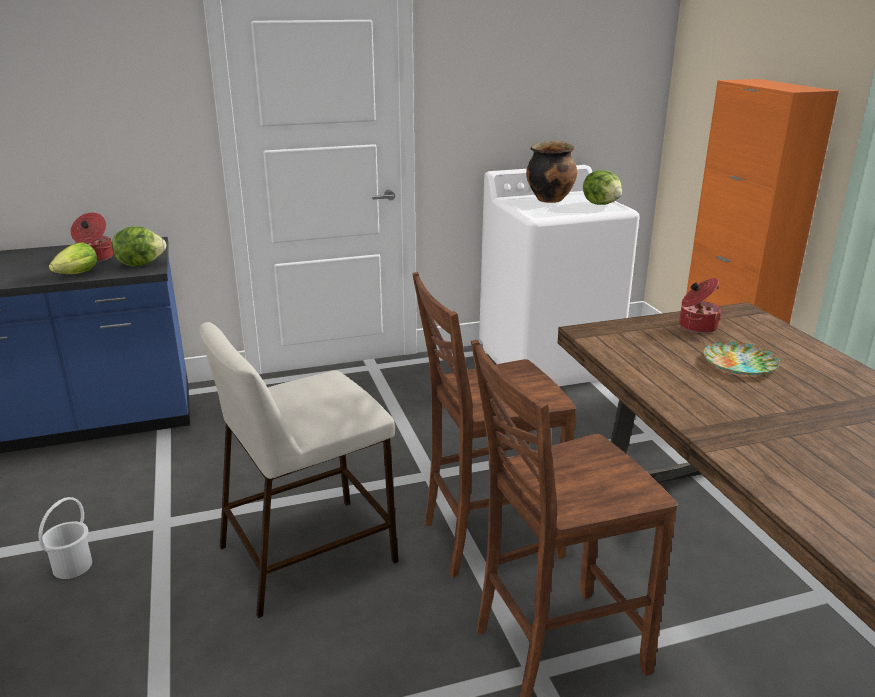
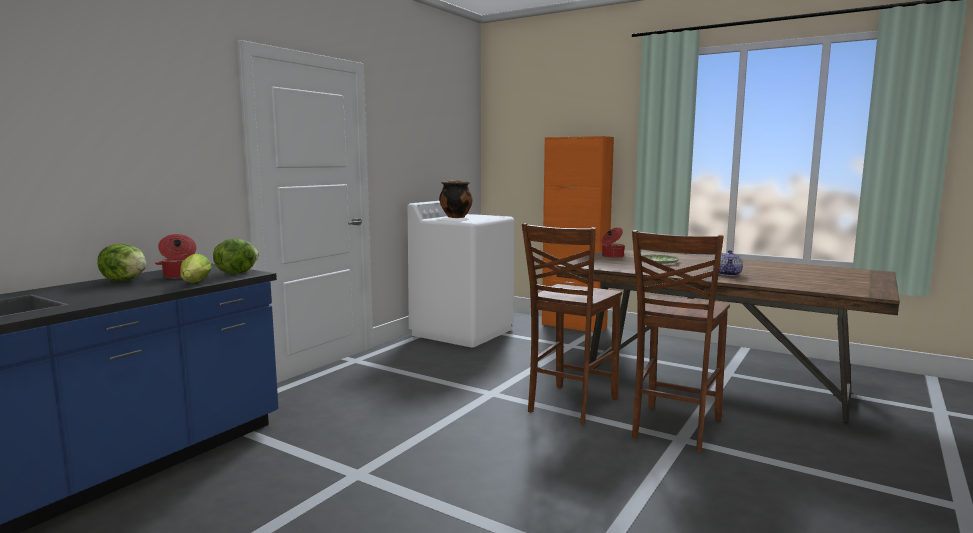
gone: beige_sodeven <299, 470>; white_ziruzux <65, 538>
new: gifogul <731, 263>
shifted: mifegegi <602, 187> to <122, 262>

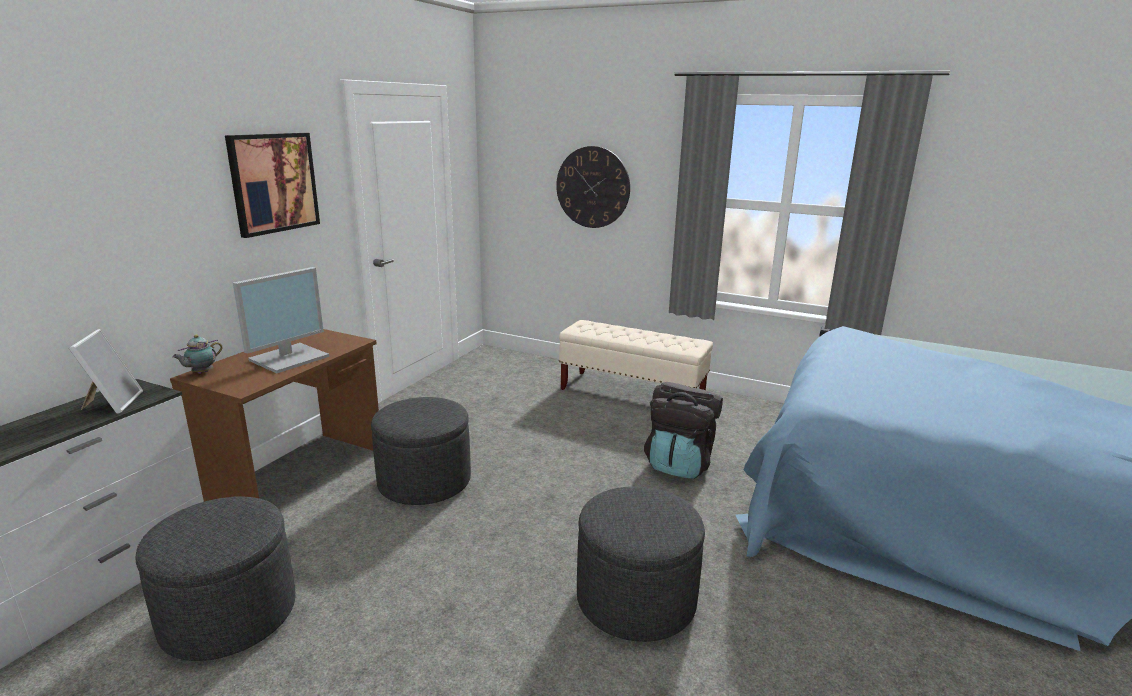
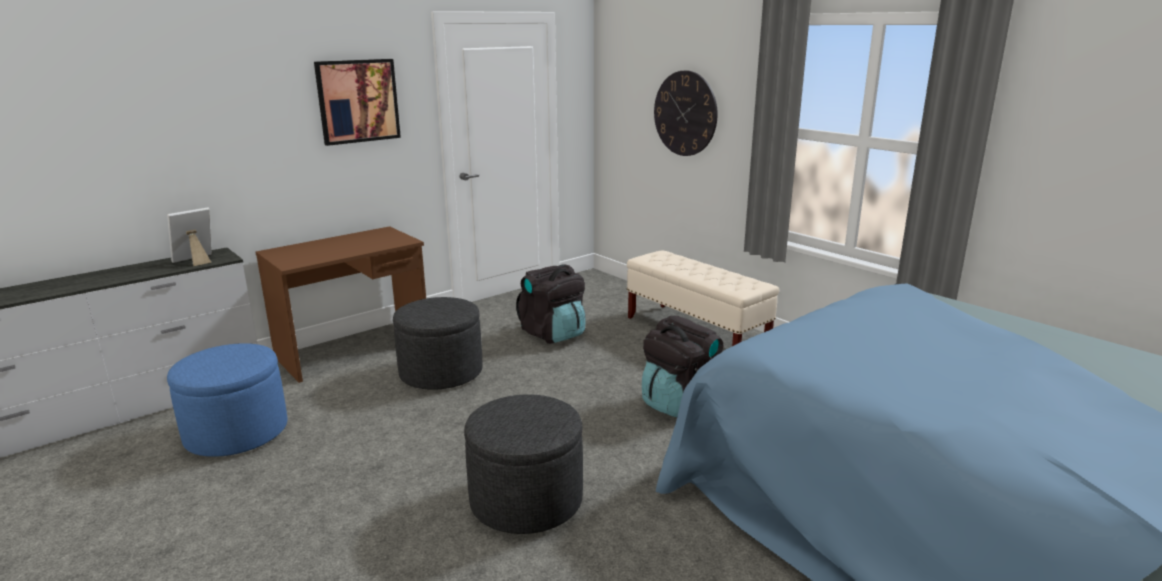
gone: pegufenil <281, 320>; gifogul <197, 354>
new: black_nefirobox <551, 304>
repainted: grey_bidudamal <215, 578> to blue_bidudamal <227, 400>
rotated: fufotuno <106, 371> = <189, 236> 150 degrees counterclockwise

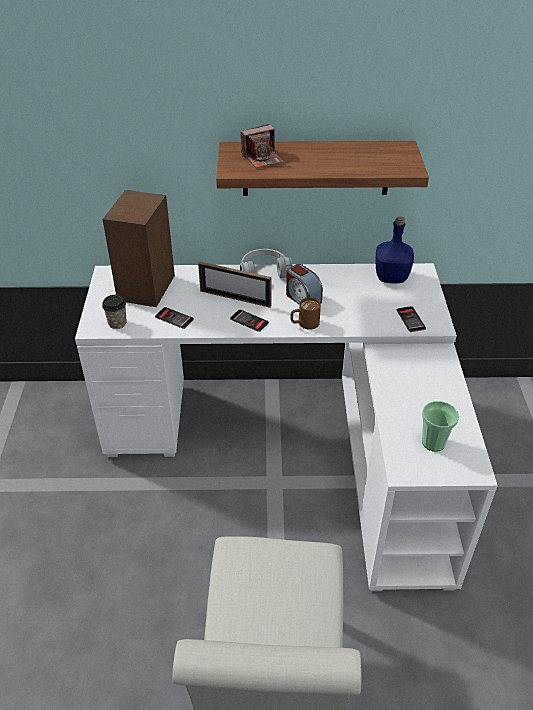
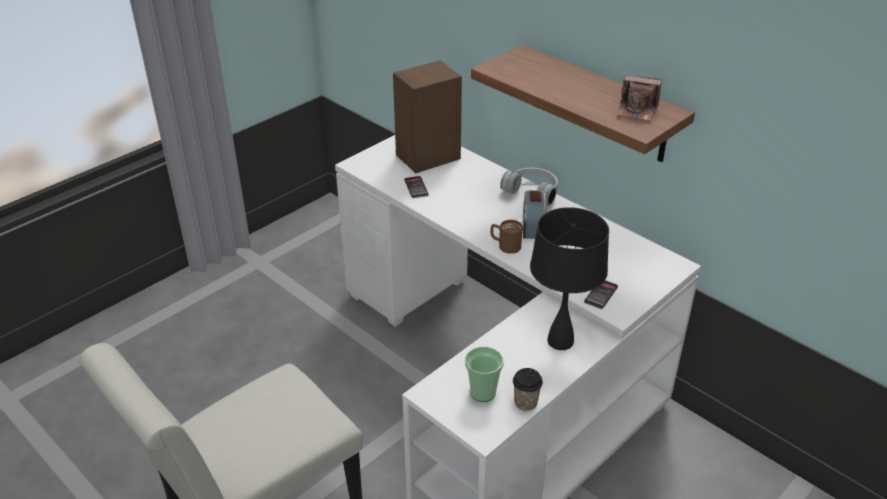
gone: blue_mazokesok <395, 250>; fufotuno <235, 284>; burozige <249, 320>
new: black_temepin <569, 278>
shifted: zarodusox <262, 146> to <639, 98>; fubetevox <114, 312> to <528, 389>

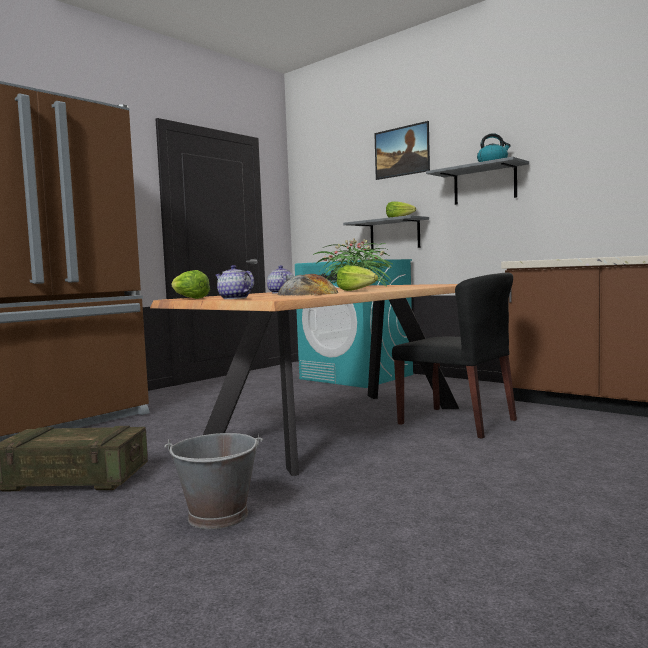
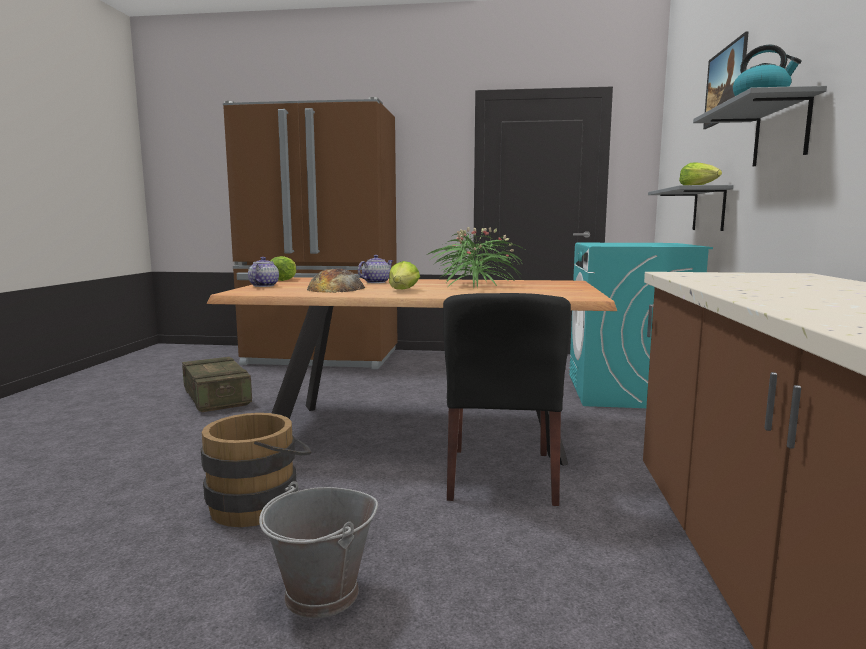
new: brown_ziruzux <256, 470>
shifted: grey_ziruzux <213, 481> to <318, 549>

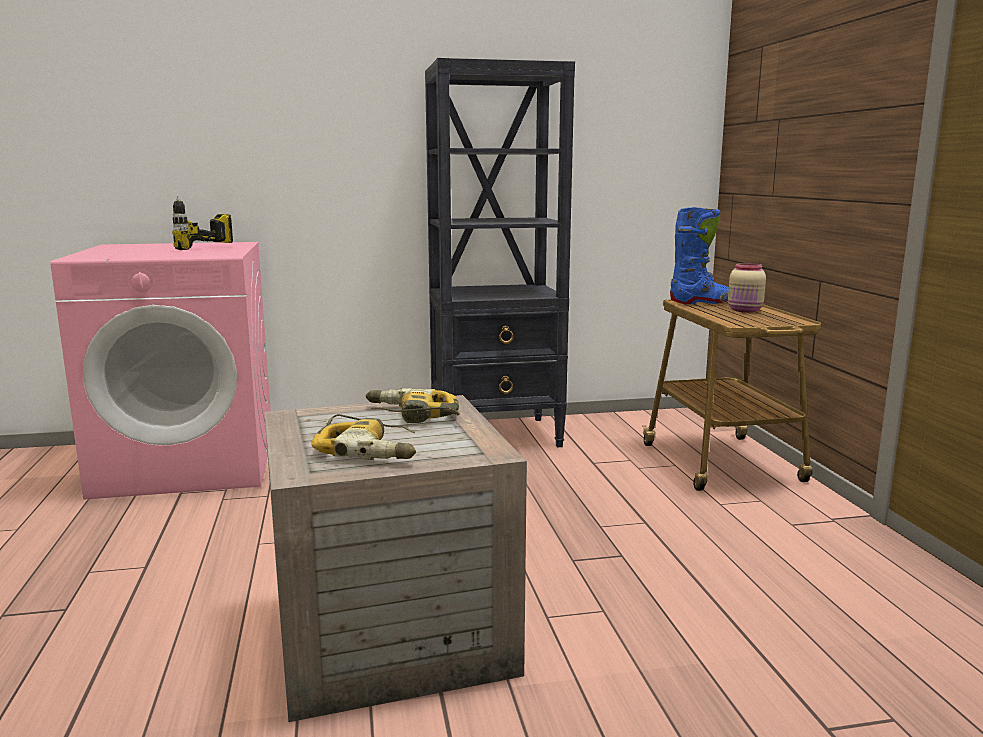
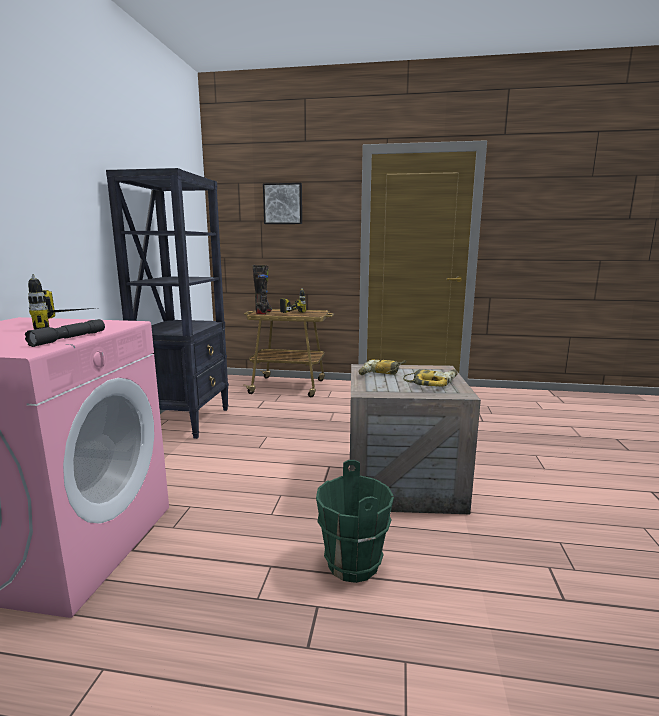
new: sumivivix <282, 203>; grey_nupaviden <65, 333>; green_ziruzux <355, 521>
swapped: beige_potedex <747, 288> to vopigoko <293, 300>
repainted: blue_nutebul <699, 255> to black_nutebul <262, 289>

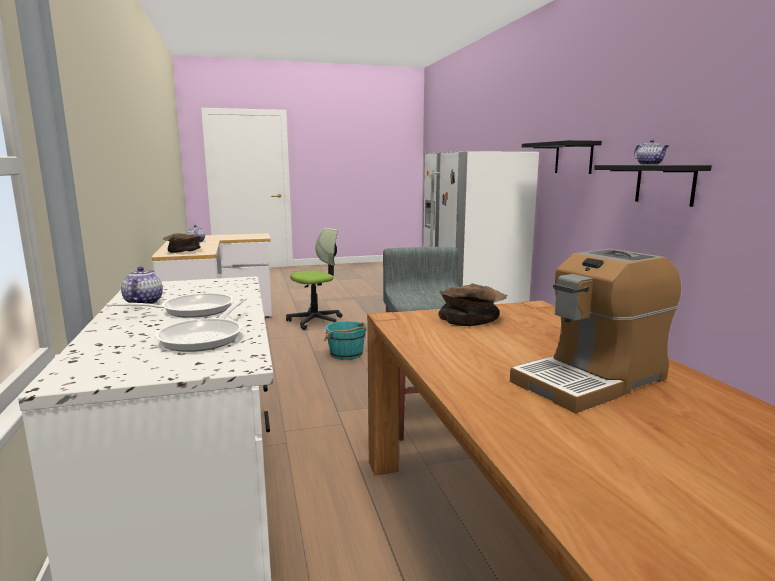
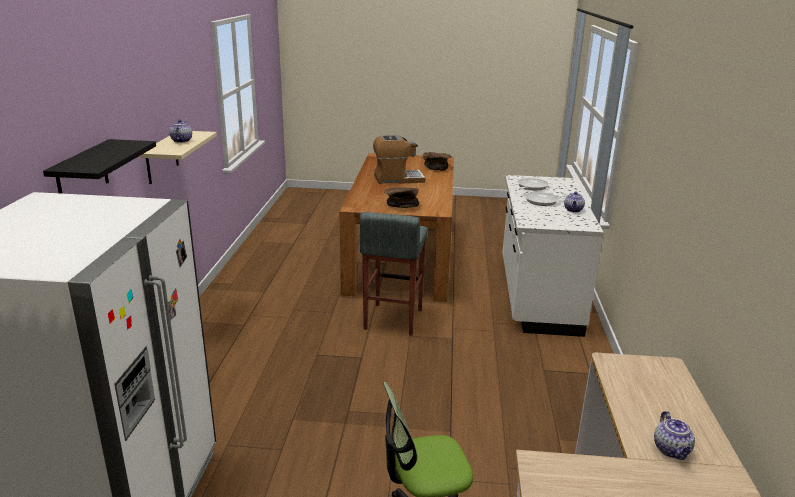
gone: turquoise_ziruzux <345, 340>
shifted: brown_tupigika <182, 243> to <436, 161>
repainted: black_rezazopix <653, 186> to beige_rezazopix <178, 157>

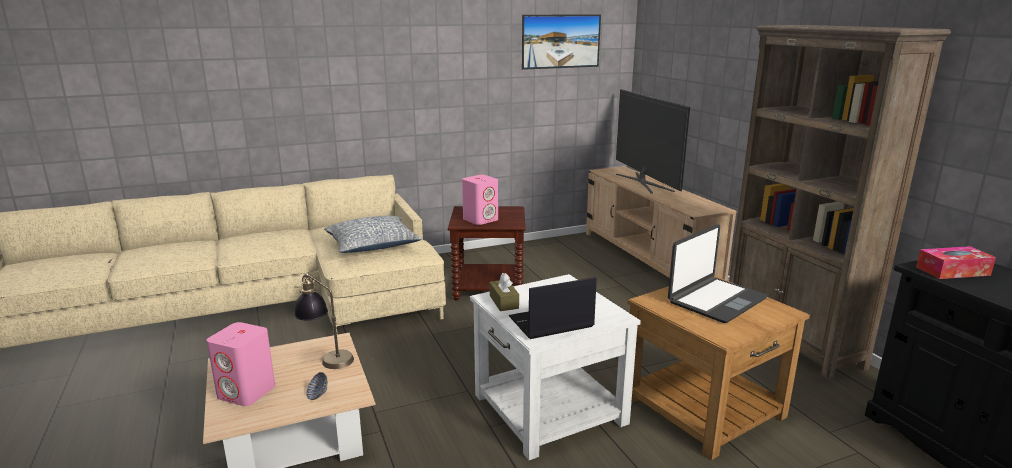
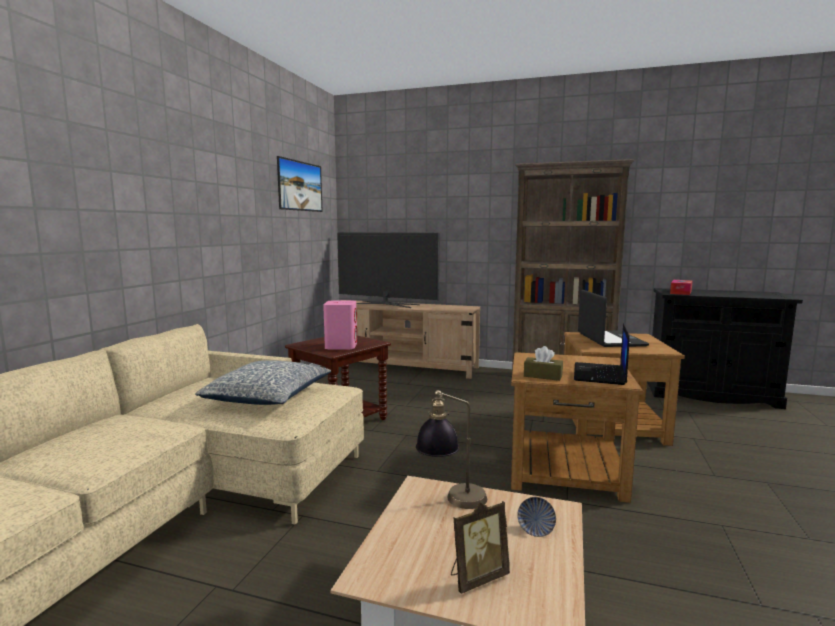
swapped: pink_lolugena <241, 364> to fufotuno <480, 547>
repainted: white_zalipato <555, 367> to brown_zalipato <577, 427>

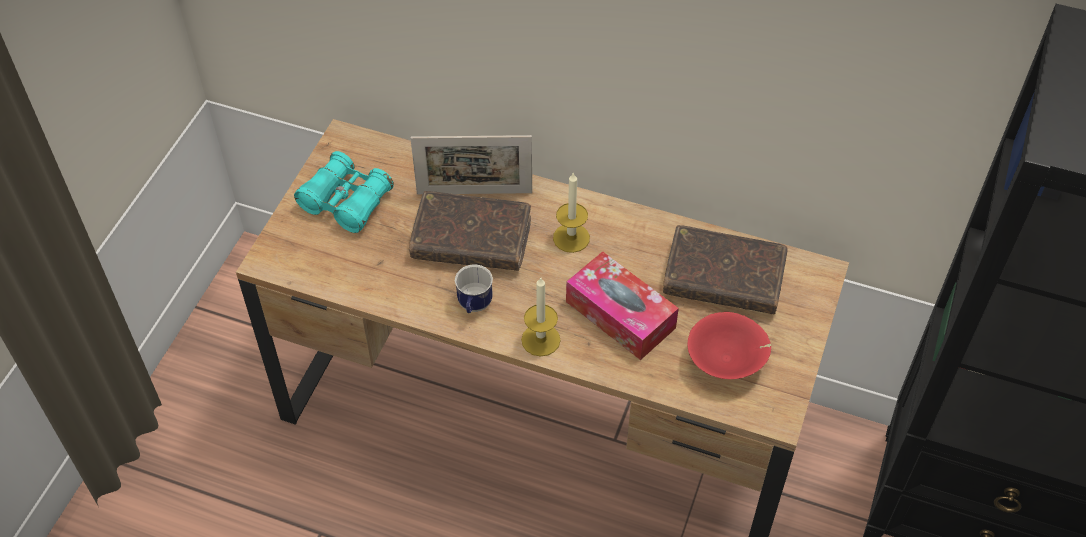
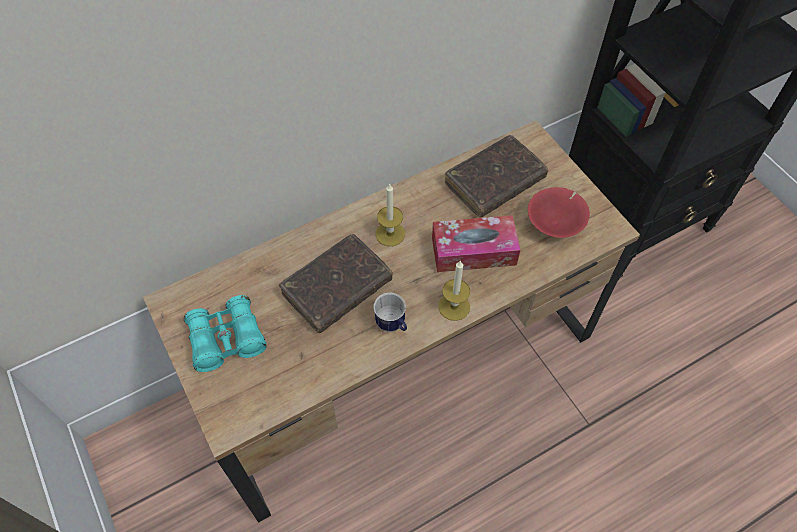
gone: fufotuno <471, 164>

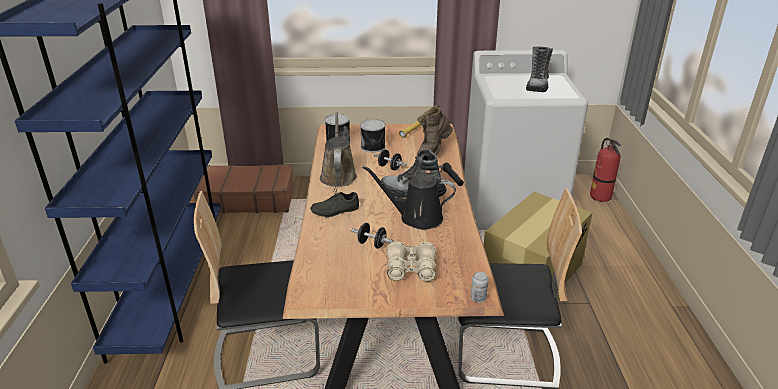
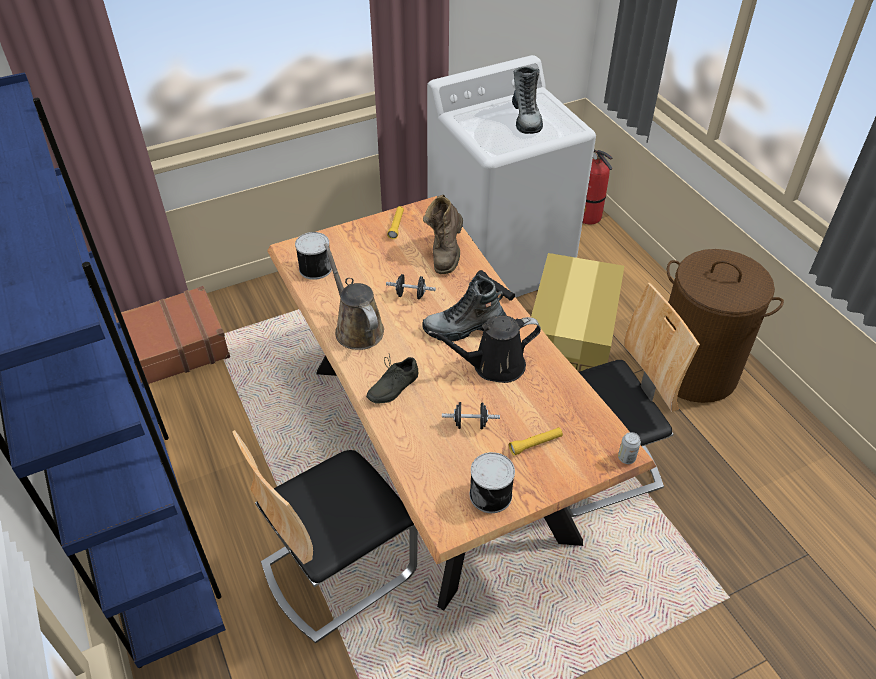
new: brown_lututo <725, 326>
shifted: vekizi <372, 136> to <492, 482>
swapped: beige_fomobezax <411, 261> to yellow_nupaviden <536, 441>

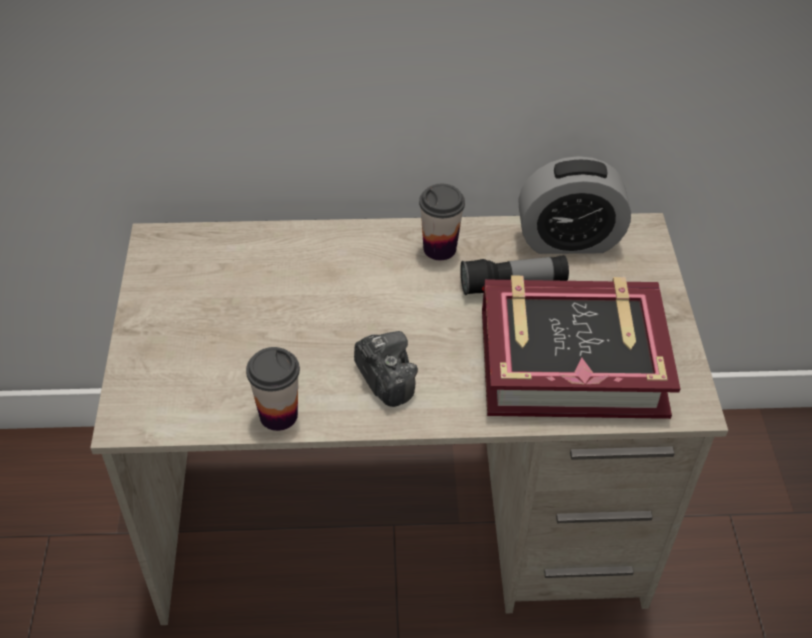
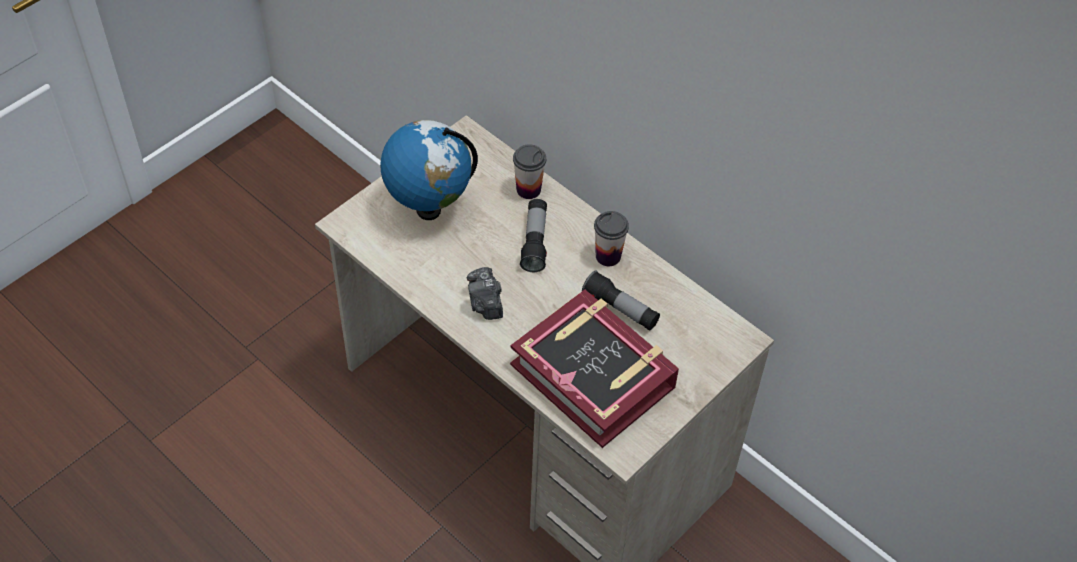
gone: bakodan <574, 205>
new: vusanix <429, 170>; nupaviden <533, 235>
shifted: fubetevox <273, 389> to <529, 171>
rotated: zarodusox <386, 369> = <485, 293> 150 degrees clockwise

